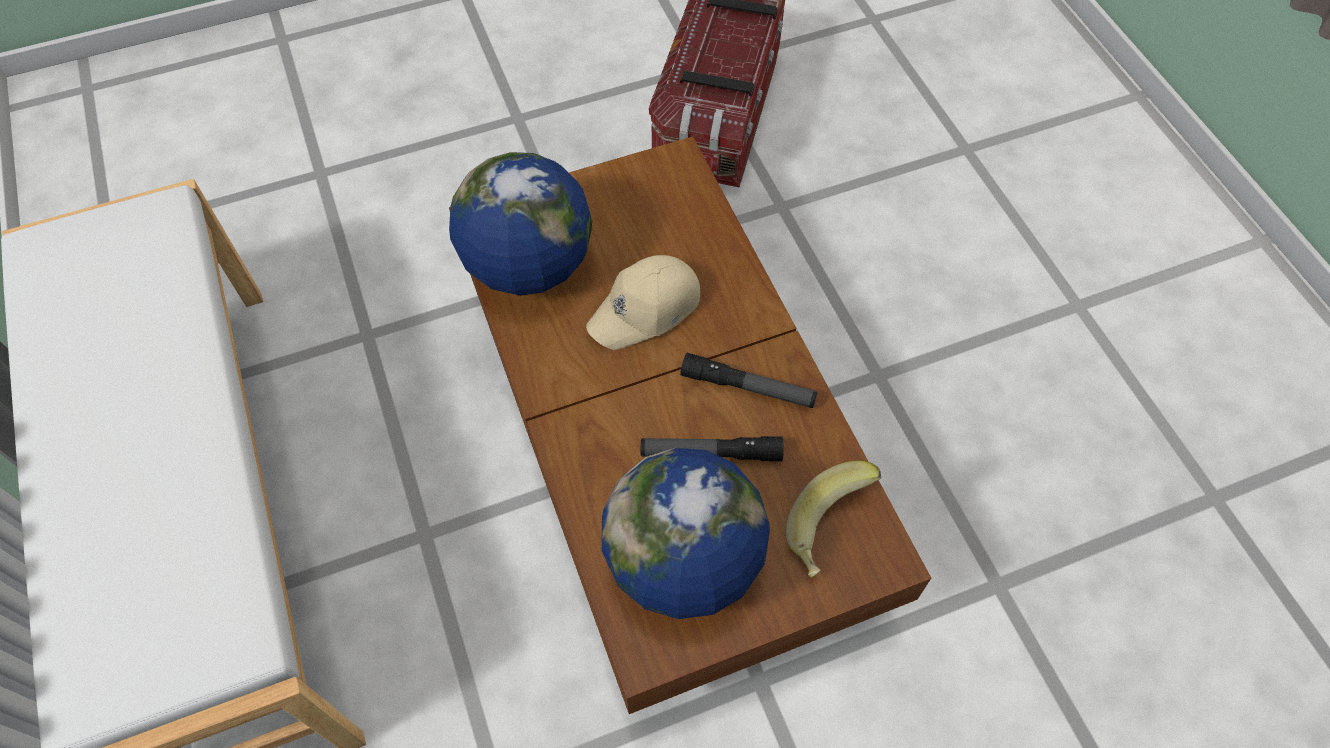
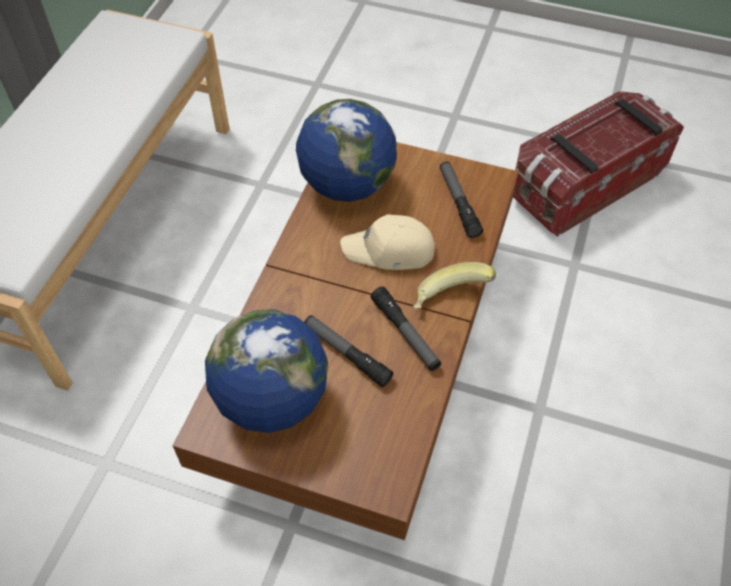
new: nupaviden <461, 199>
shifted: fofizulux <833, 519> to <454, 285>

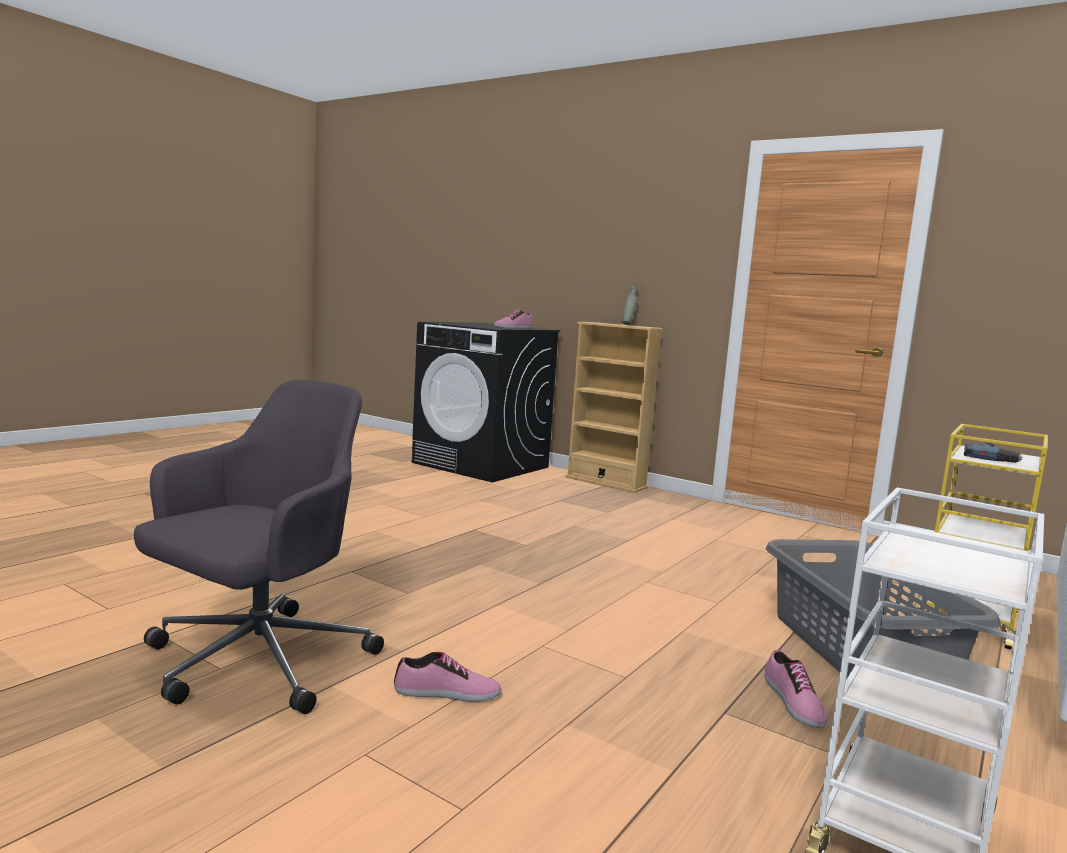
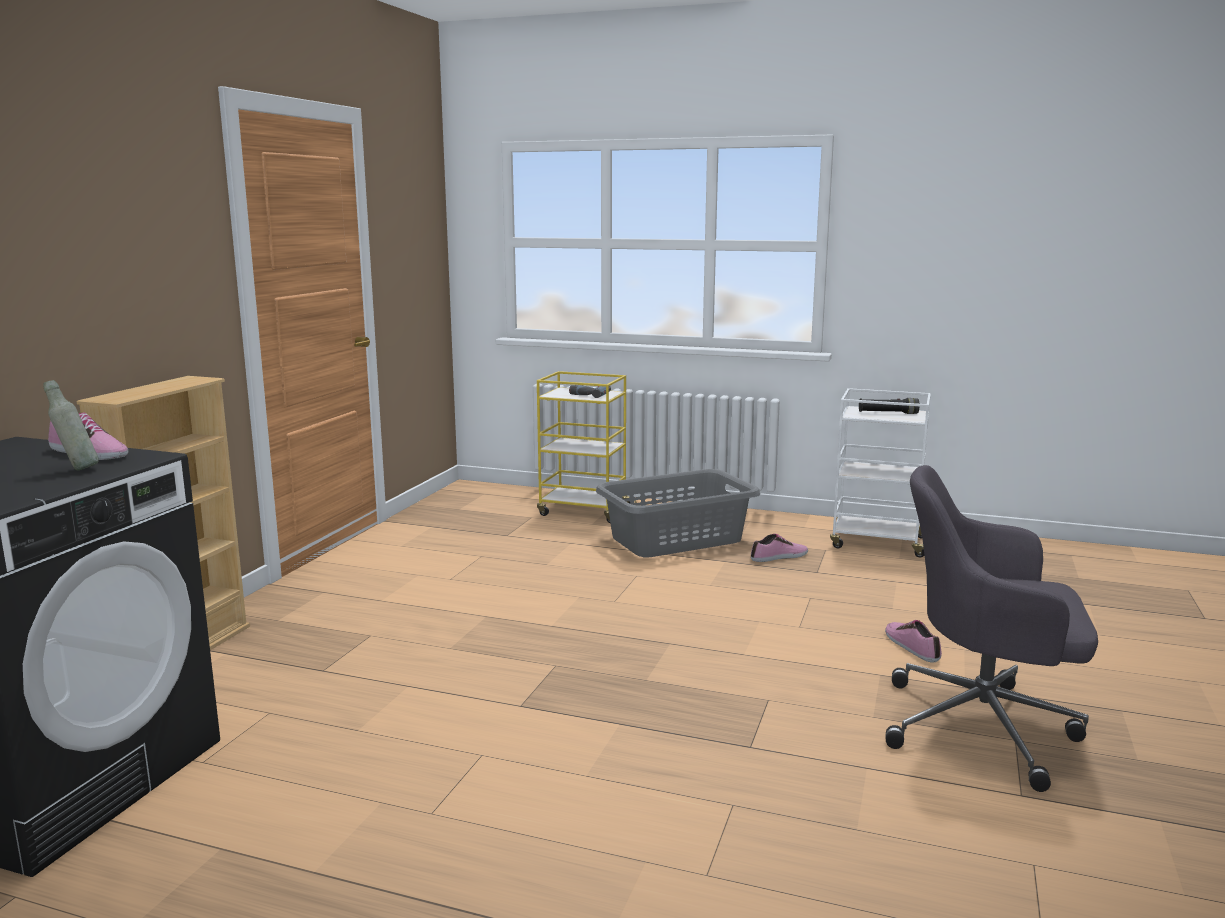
new: black_nupaviden <889, 406>
shifted: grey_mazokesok <629, 305> to <71, 425>

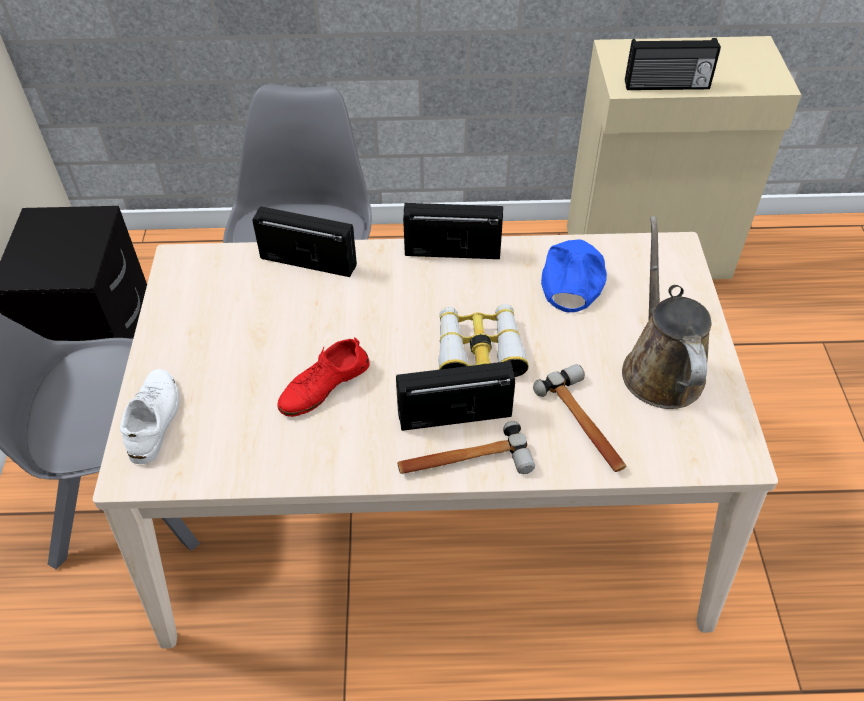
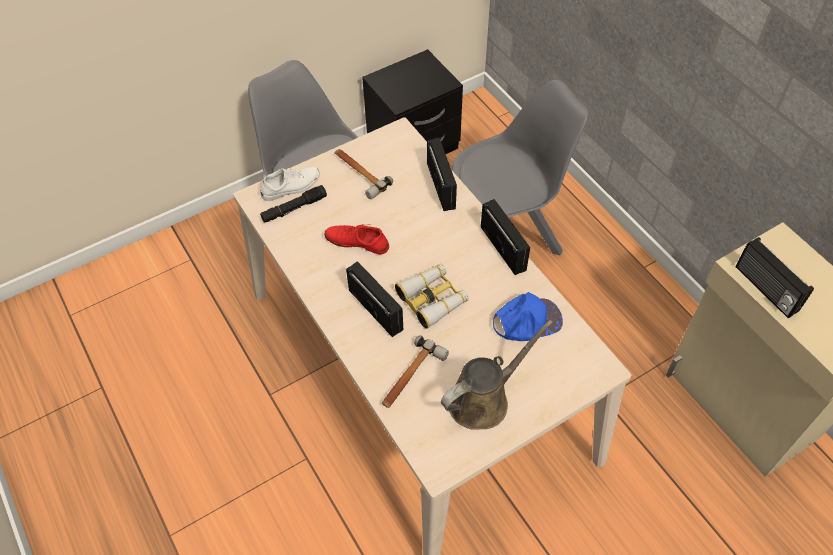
new: black_nupaviden <293, 204>
shifted: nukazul <466, 447> to <364, 174>

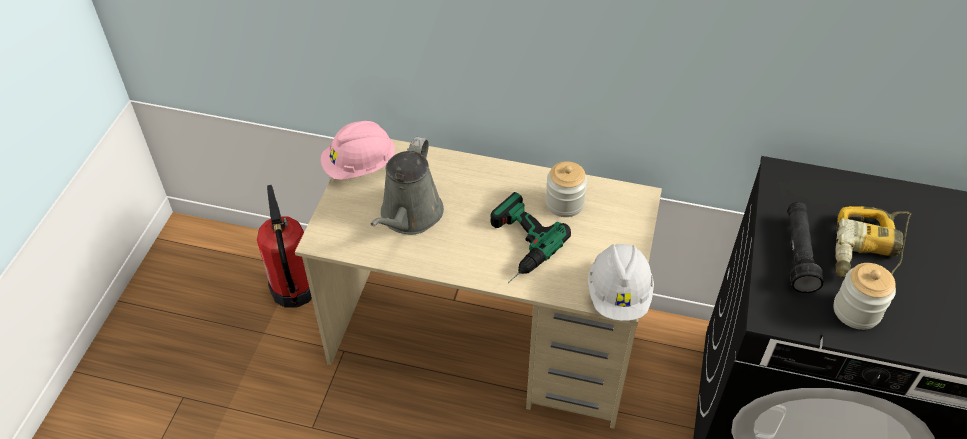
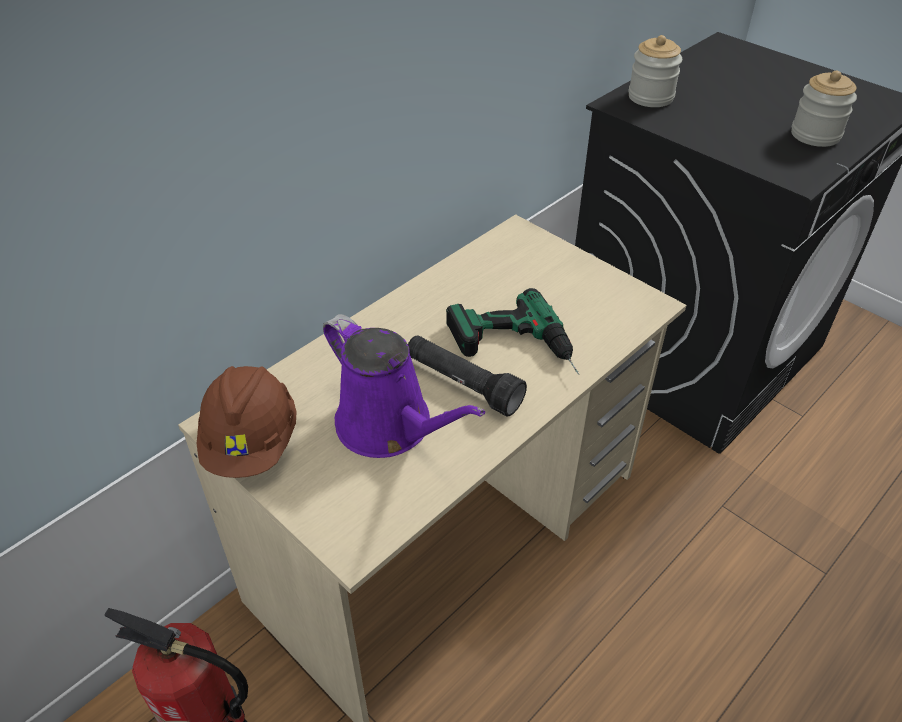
gone: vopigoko <873, 242>; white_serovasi <621, 282>
shifted: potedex <566, 189> to <655, 71>; black_nupaviden <806, 247> to <467, 376>
repainted: pink_serovasi <358, 150> to brown_serovasi <246, 422>; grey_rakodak <407, 185> to purple_rakodak <404, 386>

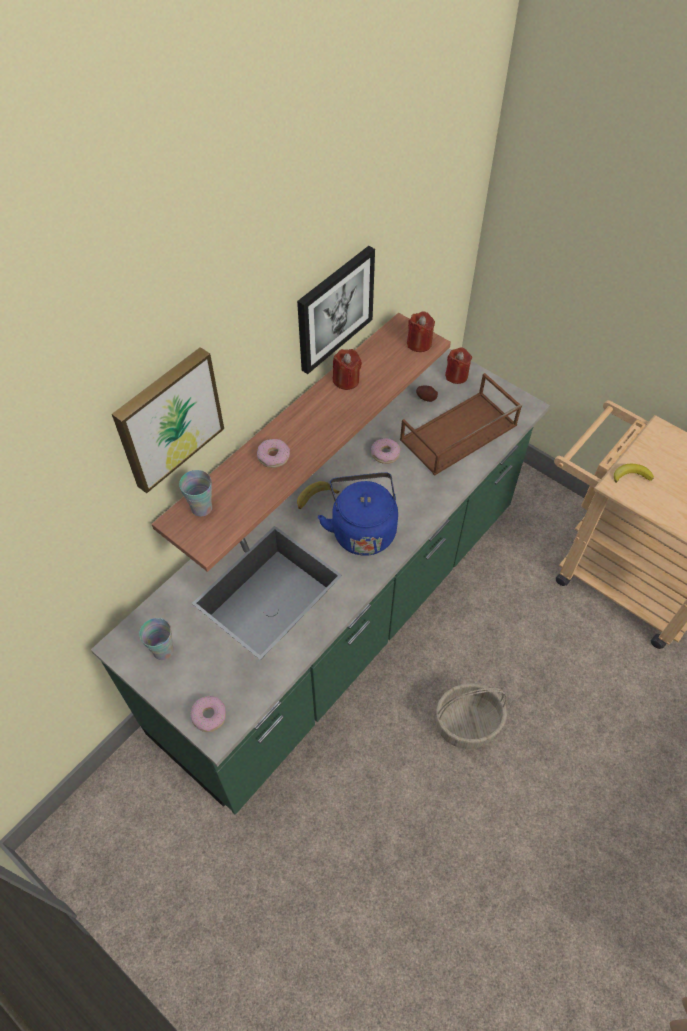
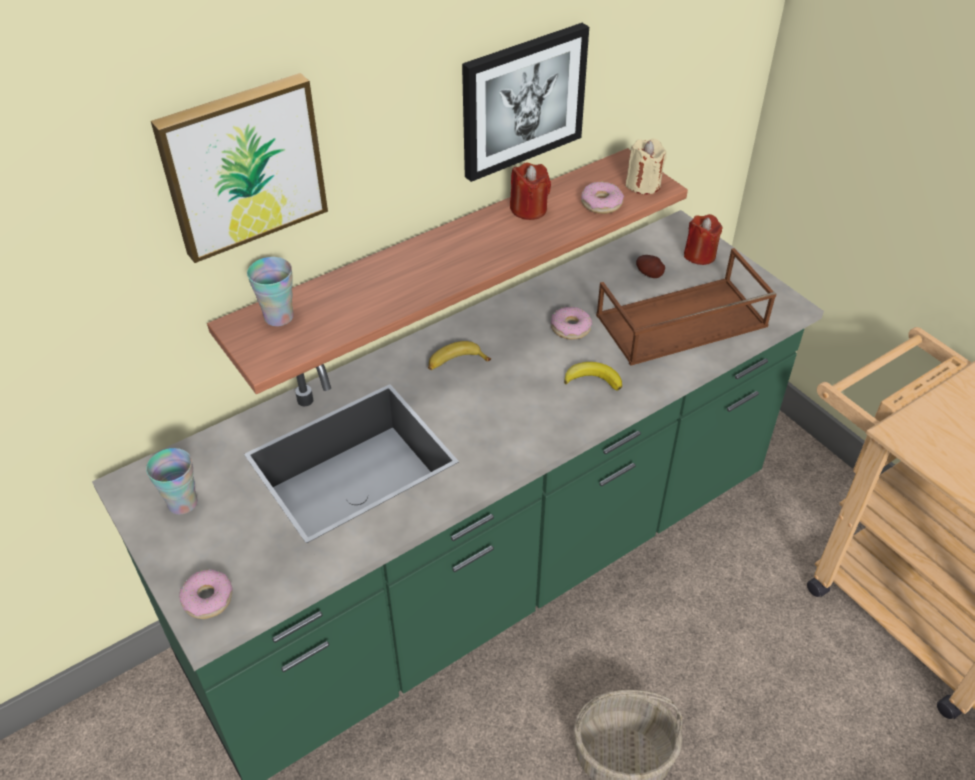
gone: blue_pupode <358, 514>
shifted: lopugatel <273, 453> to <602, 198>; fofizulux <634, 473> to <593, 376>
repainted: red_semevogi <421, 331> to beige_semevogi <646, 166>

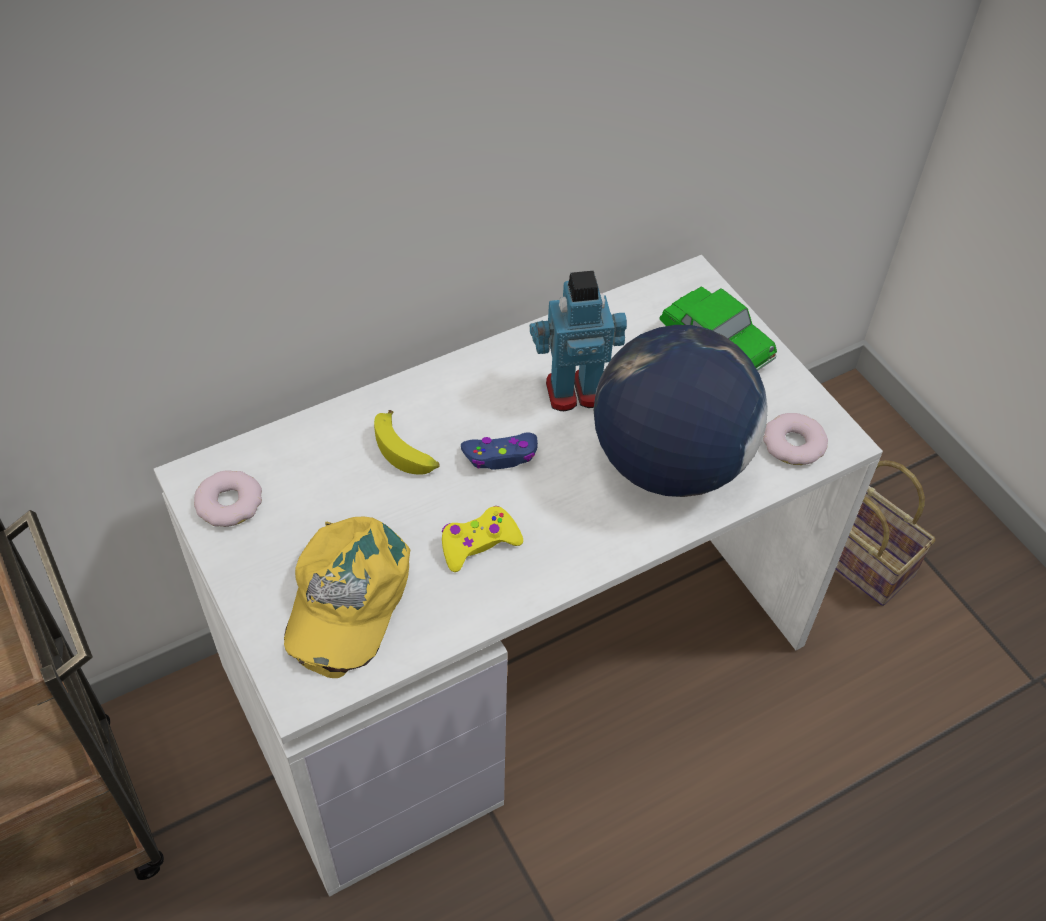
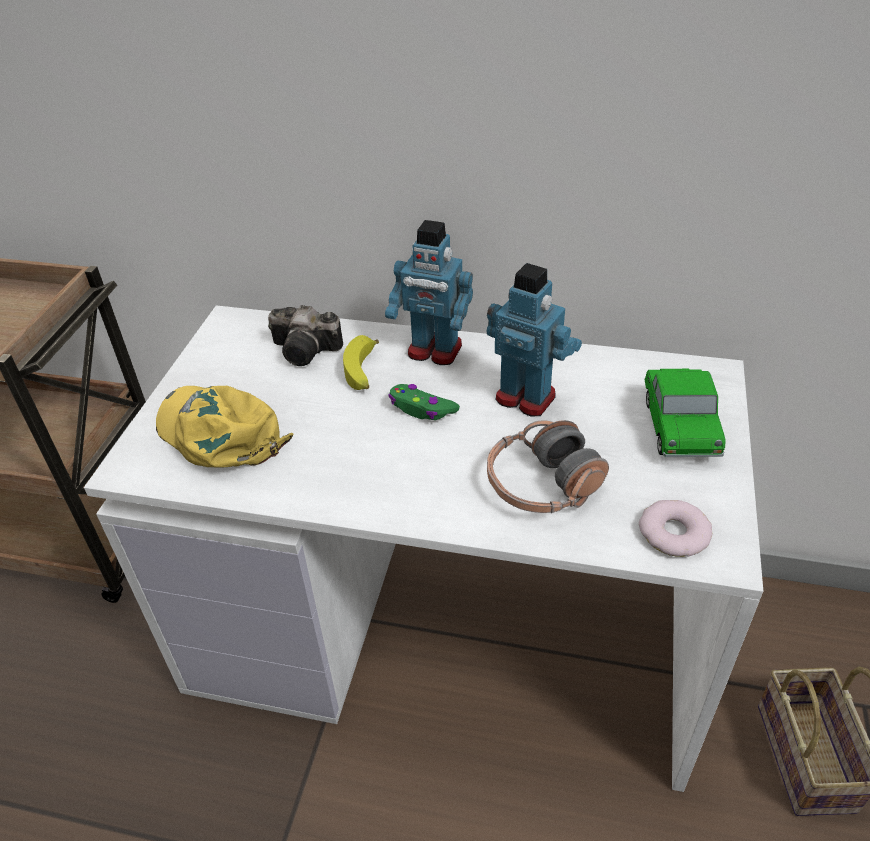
gone: lopugatel <228, 498>; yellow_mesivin <482, 539>
new: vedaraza <429, 292>; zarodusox <305, 335>
swapped: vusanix <681, 411> to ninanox <548, 466>
repainted: blue_mesivin <499, 451> to green_mesivin <424, 402>
rotated: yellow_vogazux <347, 597> = <224, 427> 75 degrees clockwise

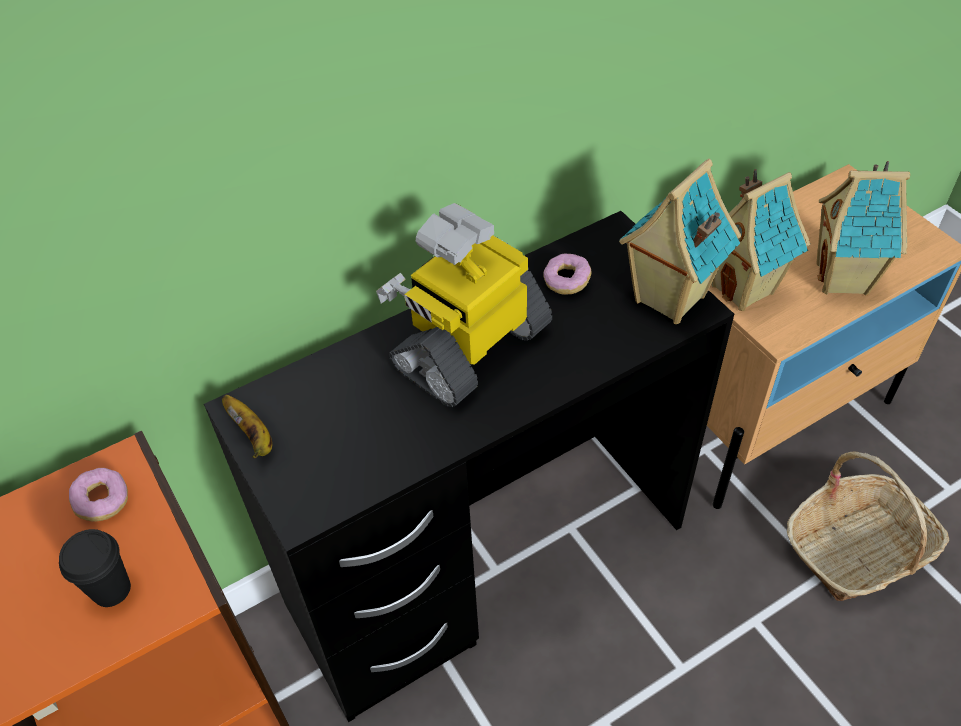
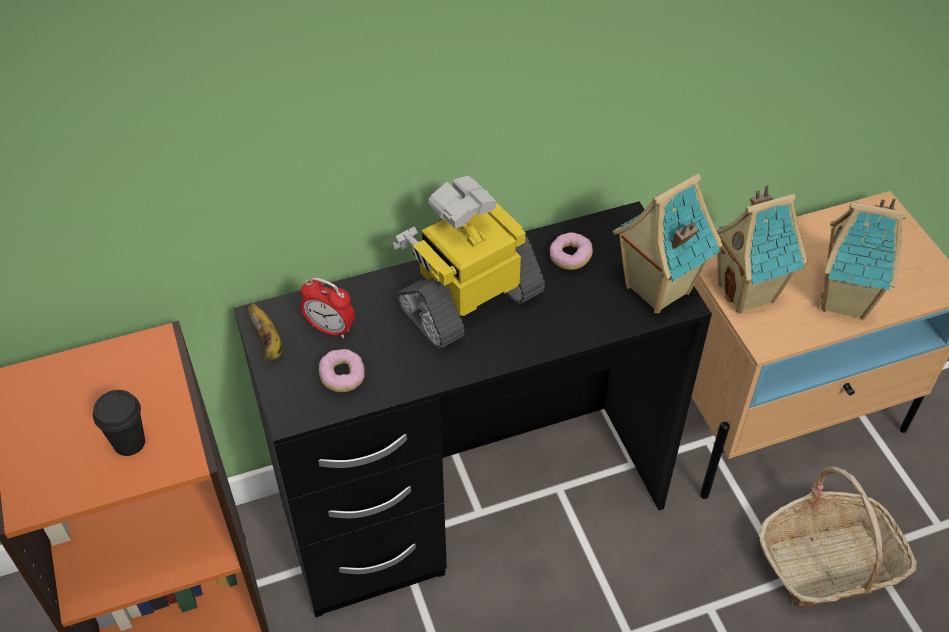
new: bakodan <327, 308>
shifted: lopugatel <98, 495> to <342, 370>

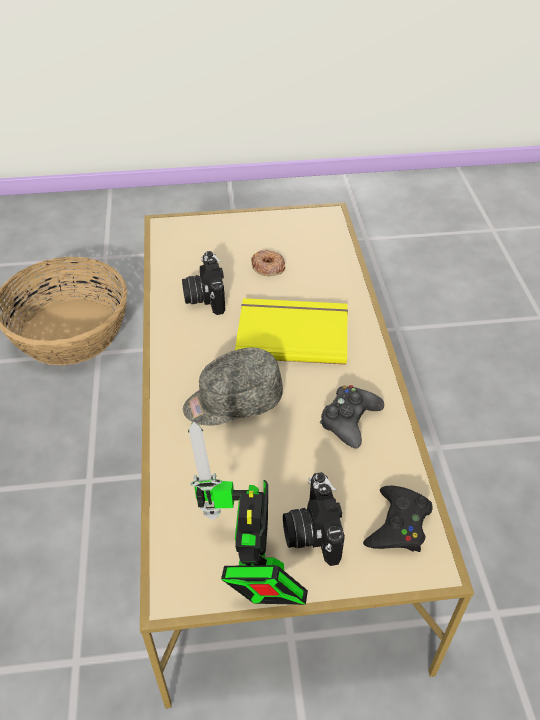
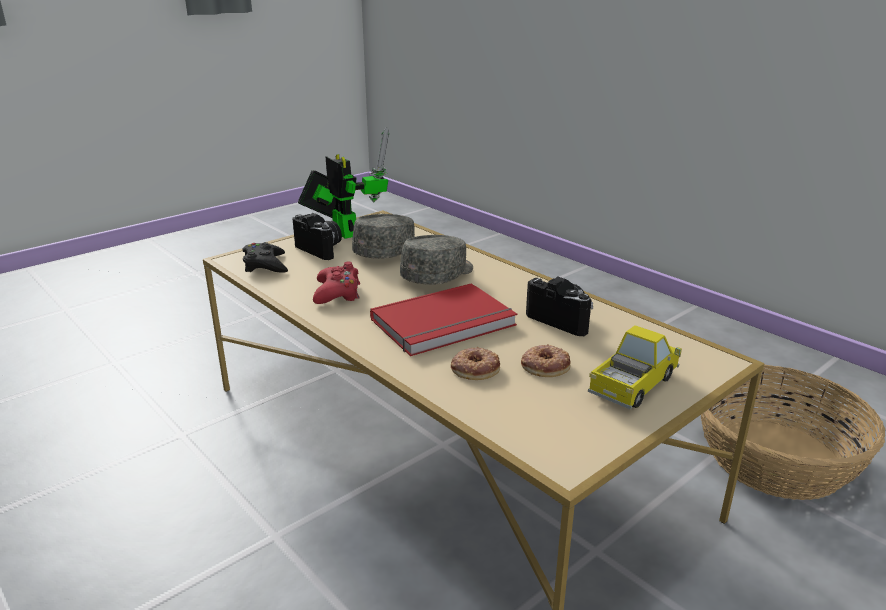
new: grey_vogazux <383, 236>; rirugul <635, 367>; lopugatel <475, 363>
repainted: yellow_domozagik <291, 331> to red_domozagik <443, 319>; black_mesivin <352, 417> to red_mesivin <336, 282>

